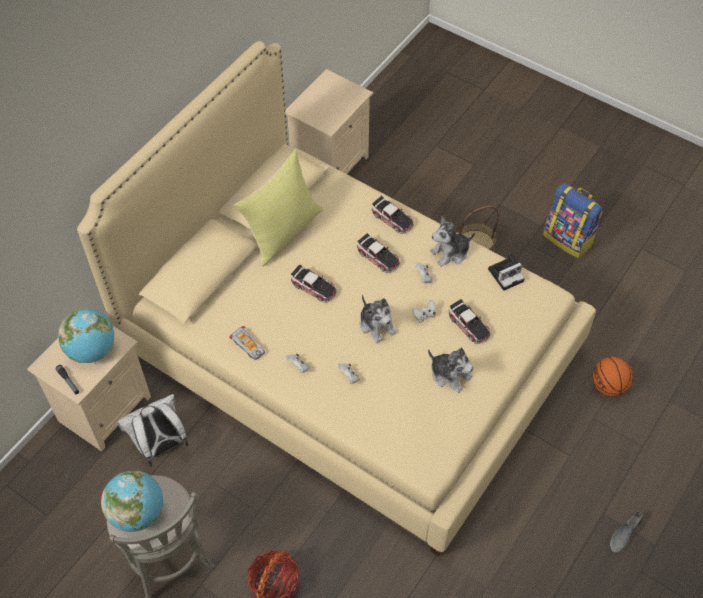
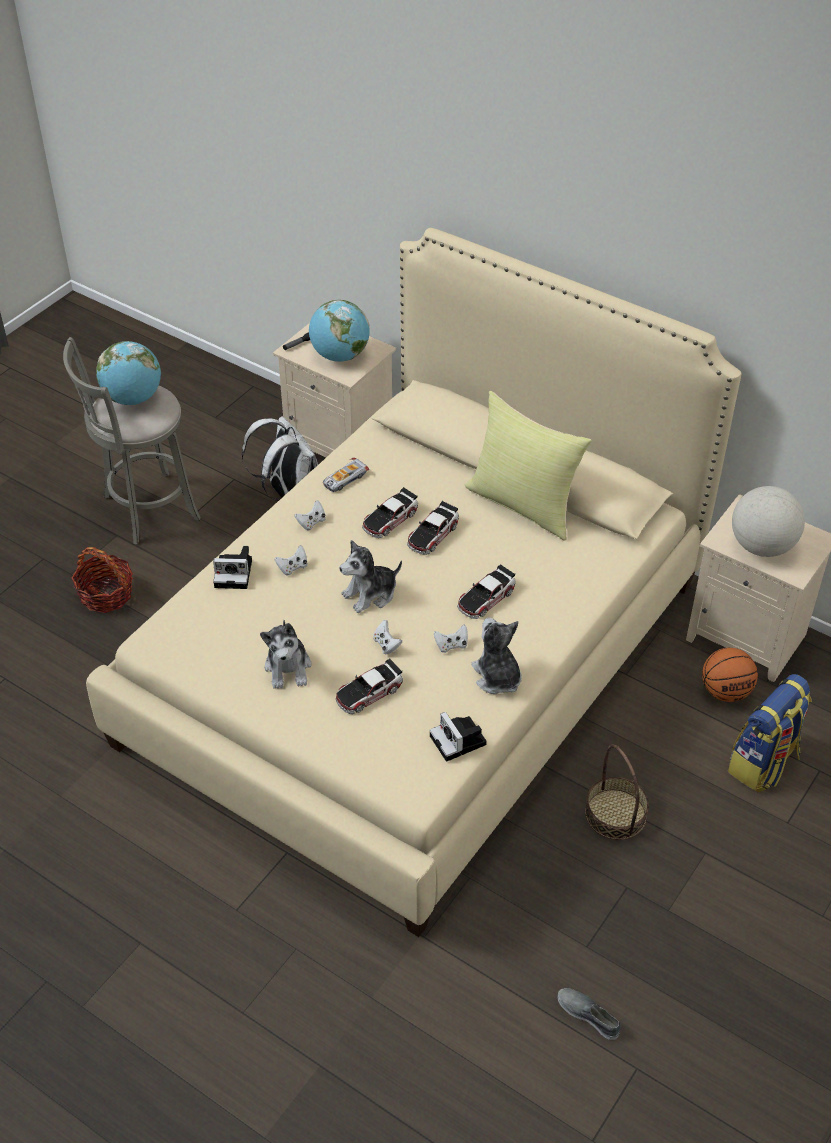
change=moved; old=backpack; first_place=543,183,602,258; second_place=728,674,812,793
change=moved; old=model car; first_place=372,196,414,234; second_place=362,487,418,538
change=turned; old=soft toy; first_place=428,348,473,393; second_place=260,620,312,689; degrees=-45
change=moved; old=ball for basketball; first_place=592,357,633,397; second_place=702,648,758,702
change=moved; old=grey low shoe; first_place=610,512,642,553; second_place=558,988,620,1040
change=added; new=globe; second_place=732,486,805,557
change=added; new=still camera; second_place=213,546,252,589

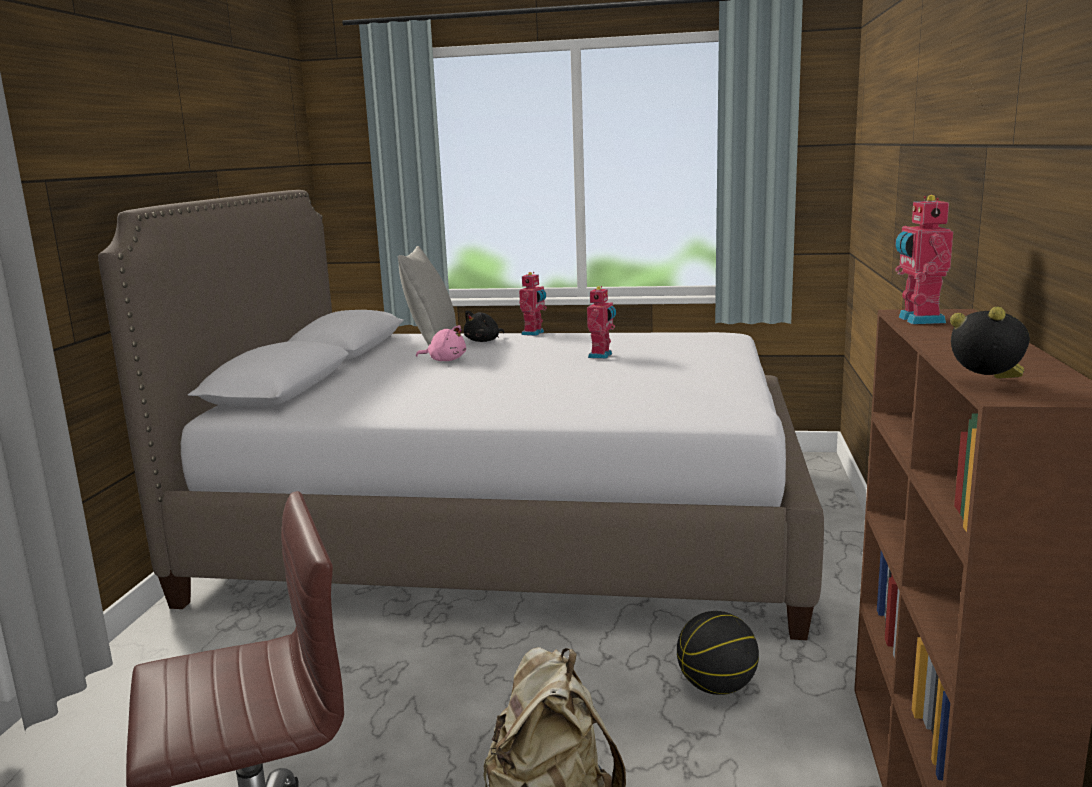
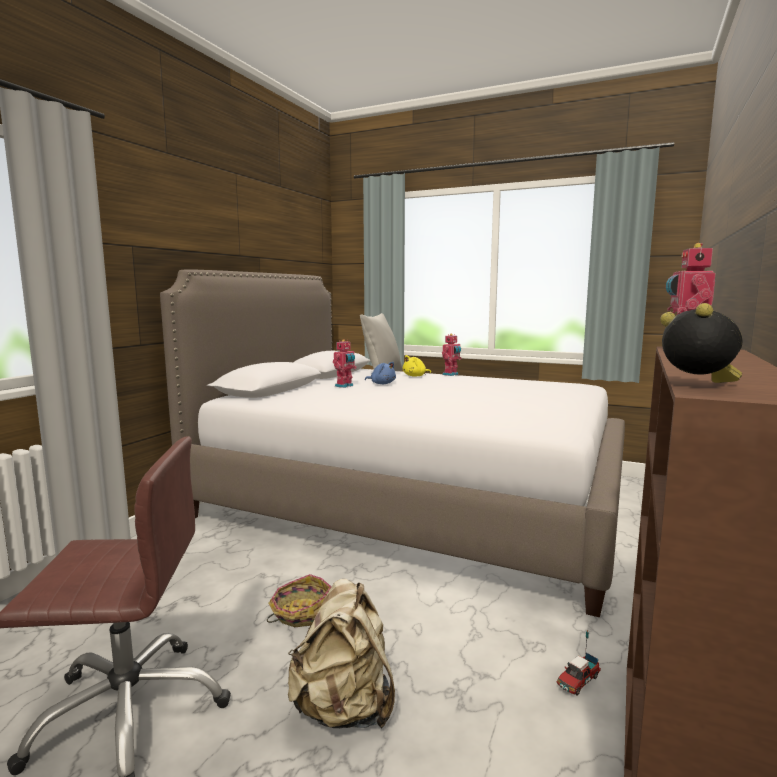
change=moved; old=model robot; first_place=587,286,616,359; second_place=333,339,356,388
change=recoloured; old=black-coloured soft toy; new=yellowish soft toy; first_place=464,310,504,342; second_place=403,355,431,376
change=recoloured; old=pinkish soft toy; new=bluish soft toy; first_place=416,325,466,361; second_place=365,362,396,384
change=removed; old=ball for basketball; first_place=677,611,759,695
change=added; new=household basket; second_place=267,574,331,627
change=added; new=model truck; second_place=557,630,601,695

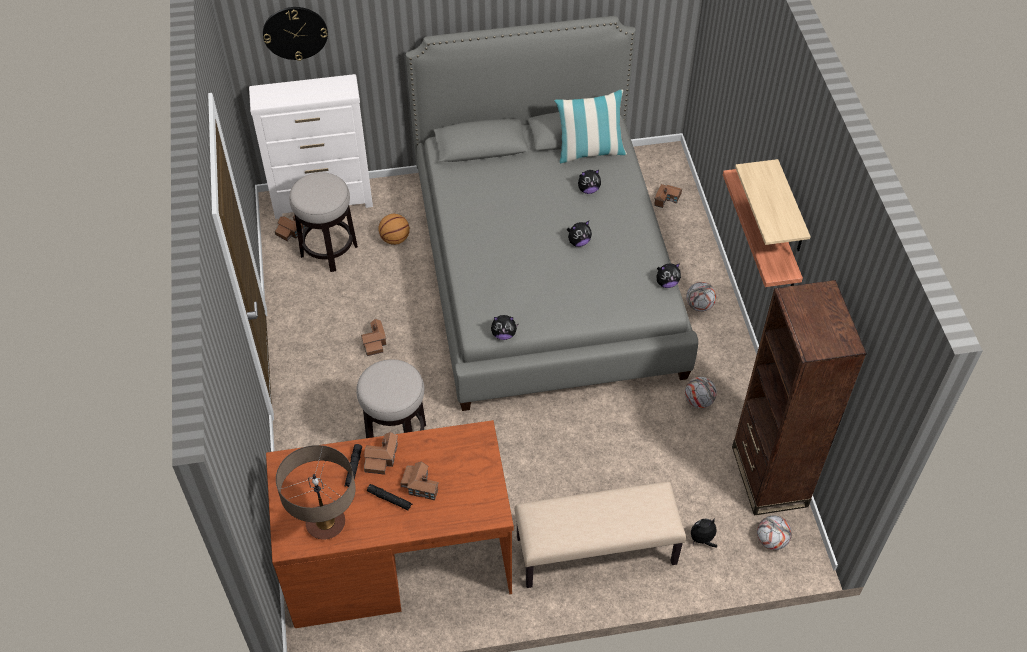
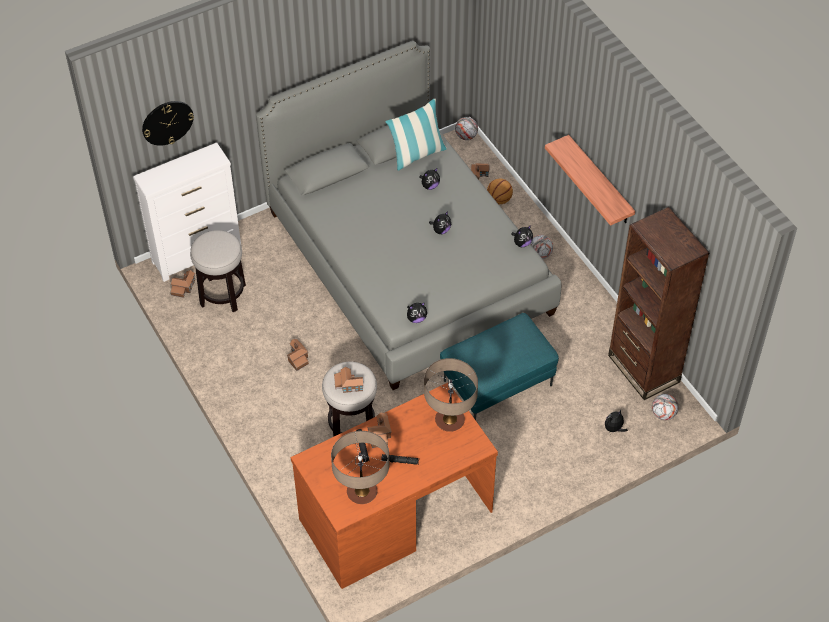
change=removed; old=bracket shelf; first_place=735,159,811,251
change=moved; old=ball for basketball; first_place=378,214,410,245; second_place=487,178,513,204
change=moved; old=football ball; first_place=685,377,717,408; second_place=455,117,478,140
change=moved; old=toy house; first_place=400,462,439,500; second_place=334,367,363,393
change=removed; old=beige-coloured bench; first_place=514,482,686,588
change=added; new=turquoise-coloured ottoman; second_place=440,313,559,420
change=added; new=tabletop lamp; second_place=424,358,478,432

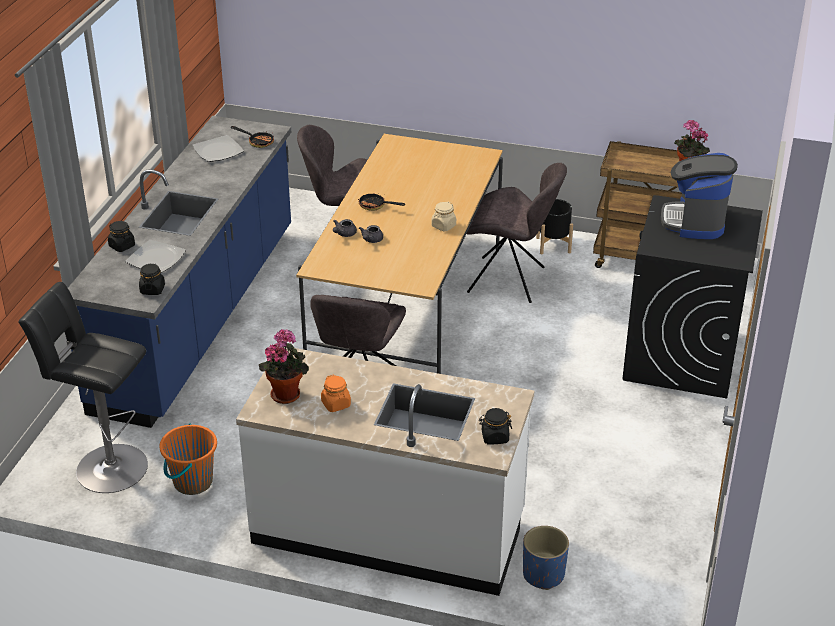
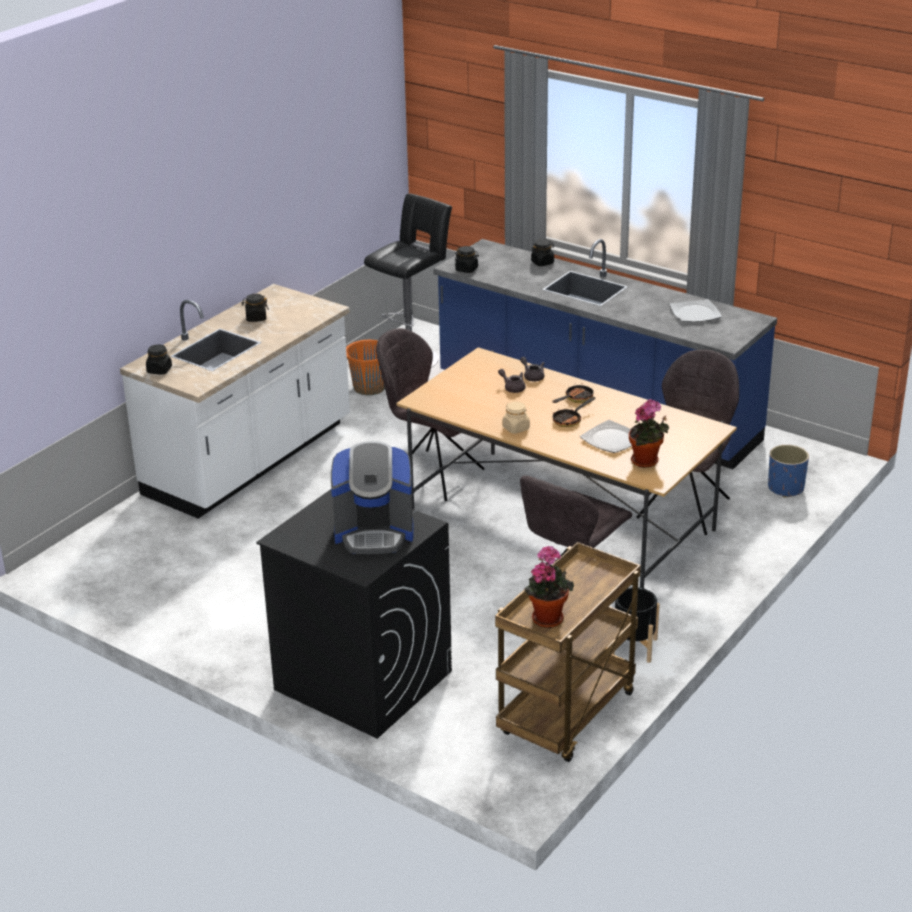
change=moved; old=pan; first_place=231,126,274,148; second_place=553,397,595,427
change=turned; old=coffee machine; first_place=661,153,738,239; second_place=331,441,414,554; degrees=150
change=moved; old=plate; first_place=125,240,186,273; second_place=580,420,632,453
change=moved; old=plant in a pot; first_place=259,329,309,404; second_place=629,399,669,468
change=recoloured; old=orangey storage jar; new=black-coloured storage jar; first_place=321,375,351,412; second_place=242,294,269,322
change=moved; old=bluish planter; first_place=523,526,569,590; second_place=768,445,809,498

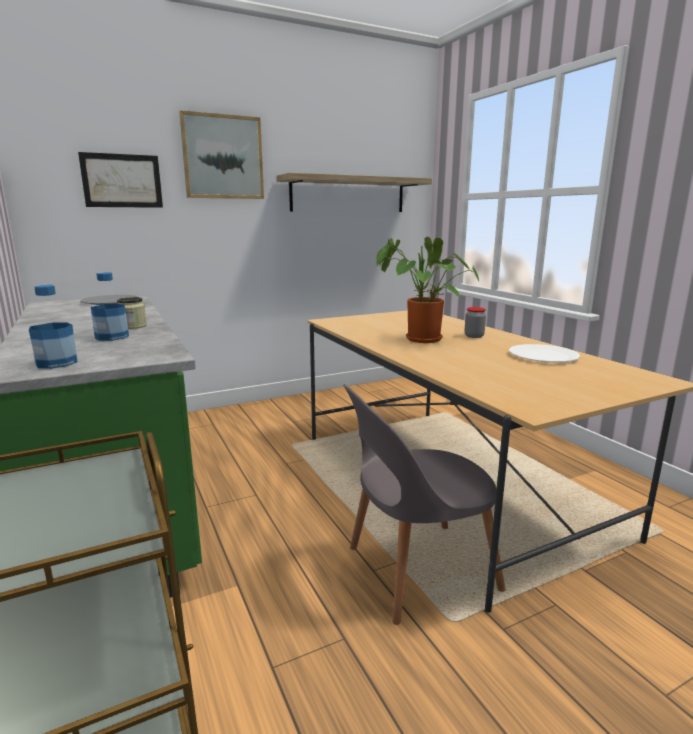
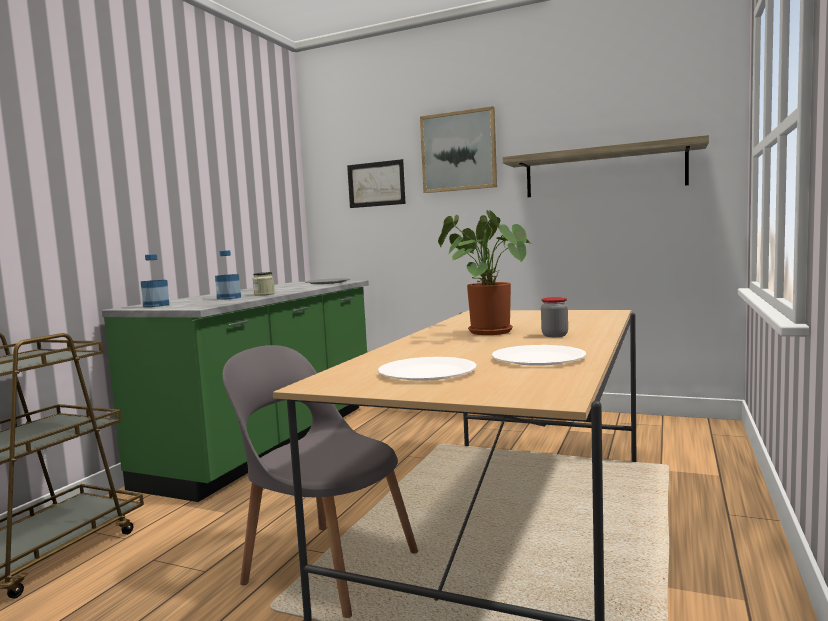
change=added; new=white-coloured plate; second_place=378,357,477,381

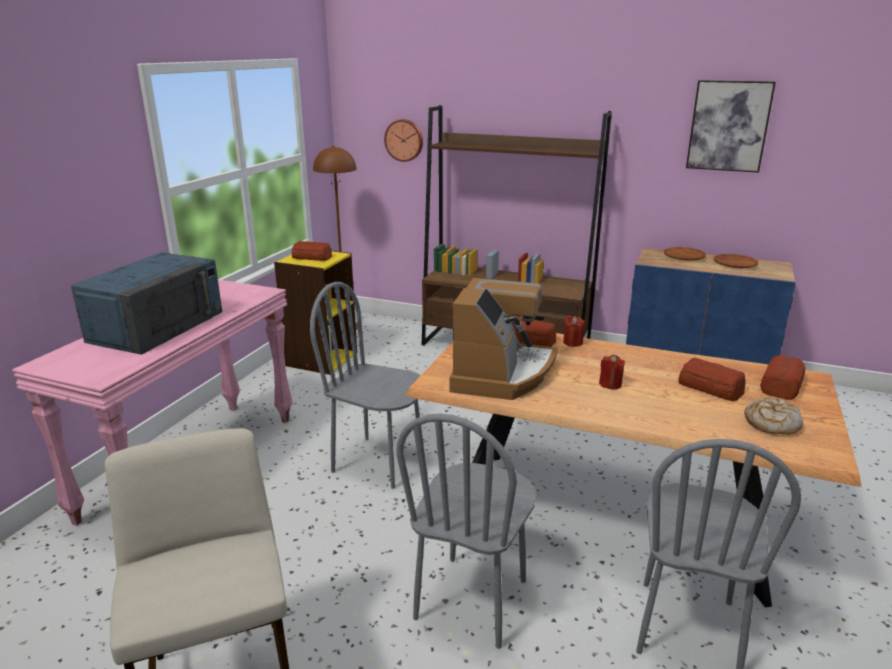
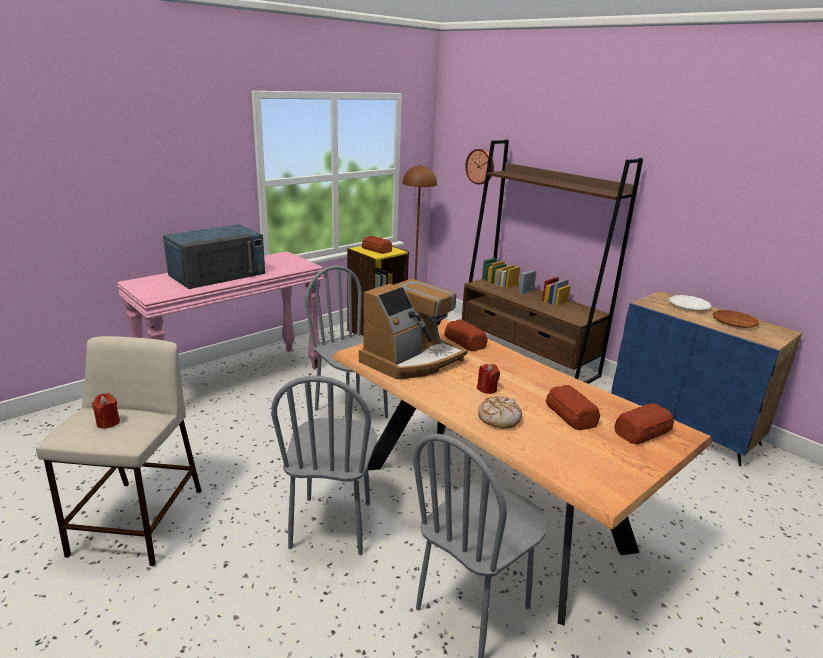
change=removed; old=picture; first_place=686,80,776,173
change=recoloured; old=brownish plate; new=white-coloured plate; first_place=664,247,706,261; second_place=669,295,712,311
change=moved; old=red wax candle; first_place=563,315,585,347; second_place=92,393,120,429
change=moved; old=baked bread; first_place=744,398,803,434; second_place=478,396,522,428
change=turned; old=grey chair; first_place=396,413,537,649; second_place=271,376,377,555; degrees=-45

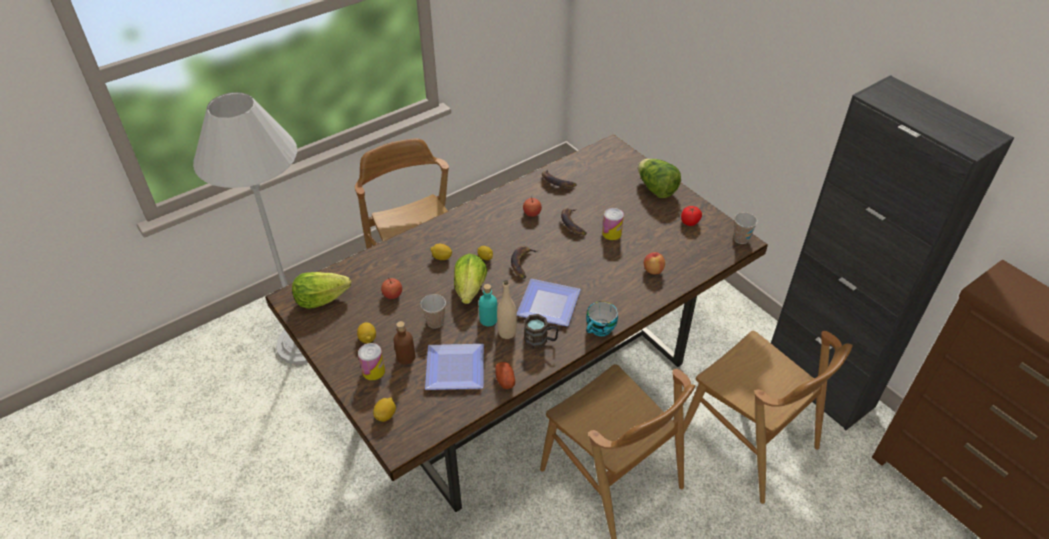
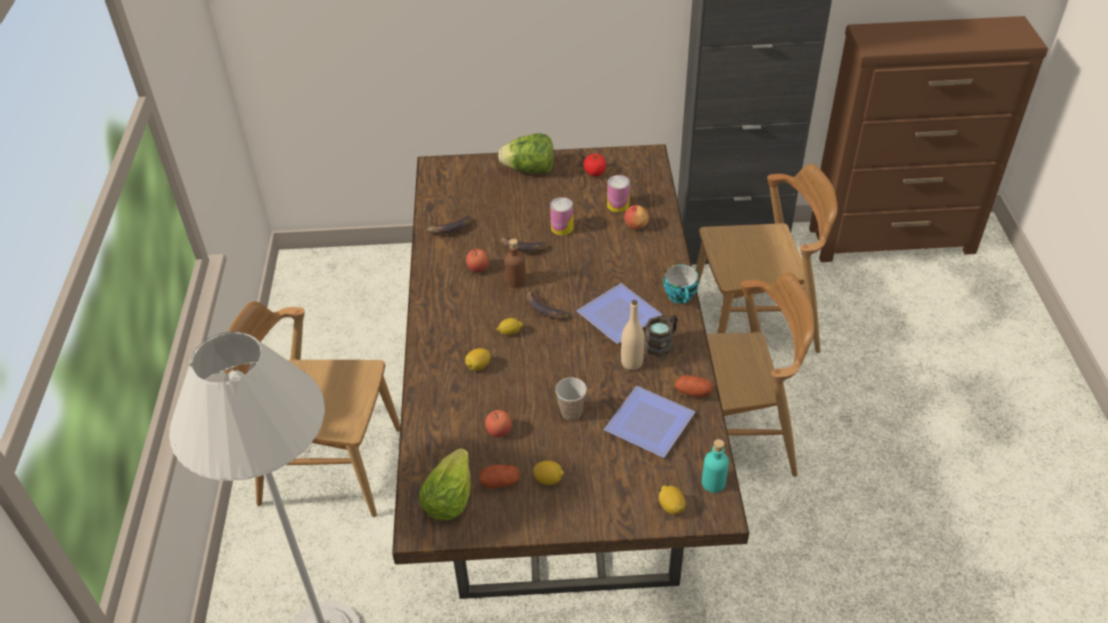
change=removed; old=drinking cup; first_place=733,212,758,244
change=removed; old=head of lettuce; first_place=454,254,487,304
change=moved; old=turquoise-coloured drink bottle; first_place=479,284,497,326; second_place=702,439,729,493
change=moved; old=brownish drink bottle; first_place=393,321,415,364; second_place=505,239,526,288
change=moved; old=sealed can; first_place=358,343,385,381; second_place=607,175,630,213
change=added; new=whole potato; second_place=479,465,520,489

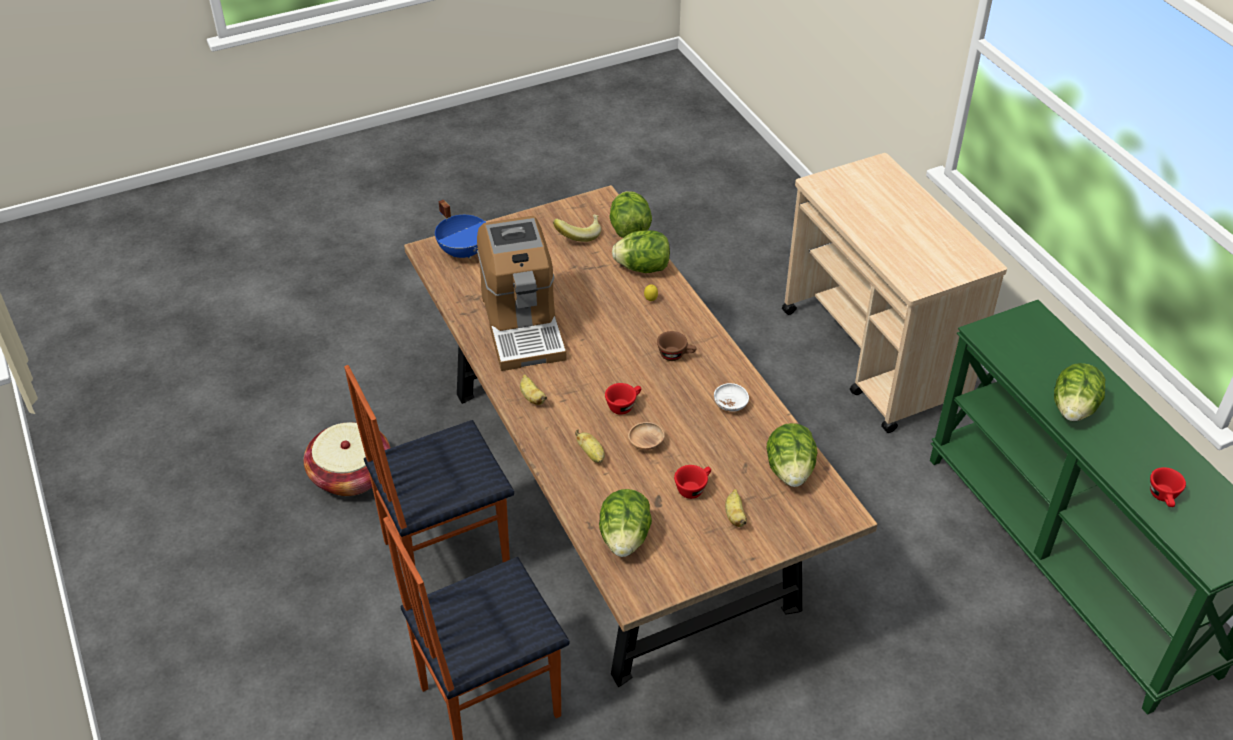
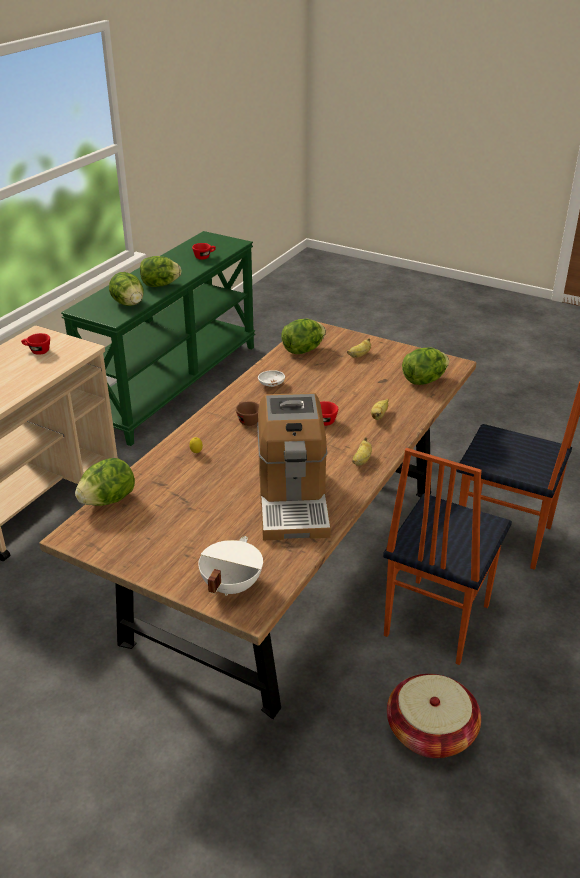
change=recoloured; old=bluish stockpot; new=white-coloured stockpot; first_place=435,200,487,259; second_place=198,536,263,596
change=removed; old=banana; first_place=553,215,601,242
change=turned; old=coffee machine; first_place=477,216,567,371; second_place=257,393,331,540; degrees=135
change=moved; old=head of lettuce; first_place=612,230,670,273; second_place=109,272,144,306
change=turned; old=chair; first_place=344,365,514,591; second_place=383,448,512,665; degrees=90
change=removed; old=brownish bowl; first_place=628,422,665,450
change=moved; old=red drinking cup; first_place=674,465,711,499; second_place=21,333,50,355

